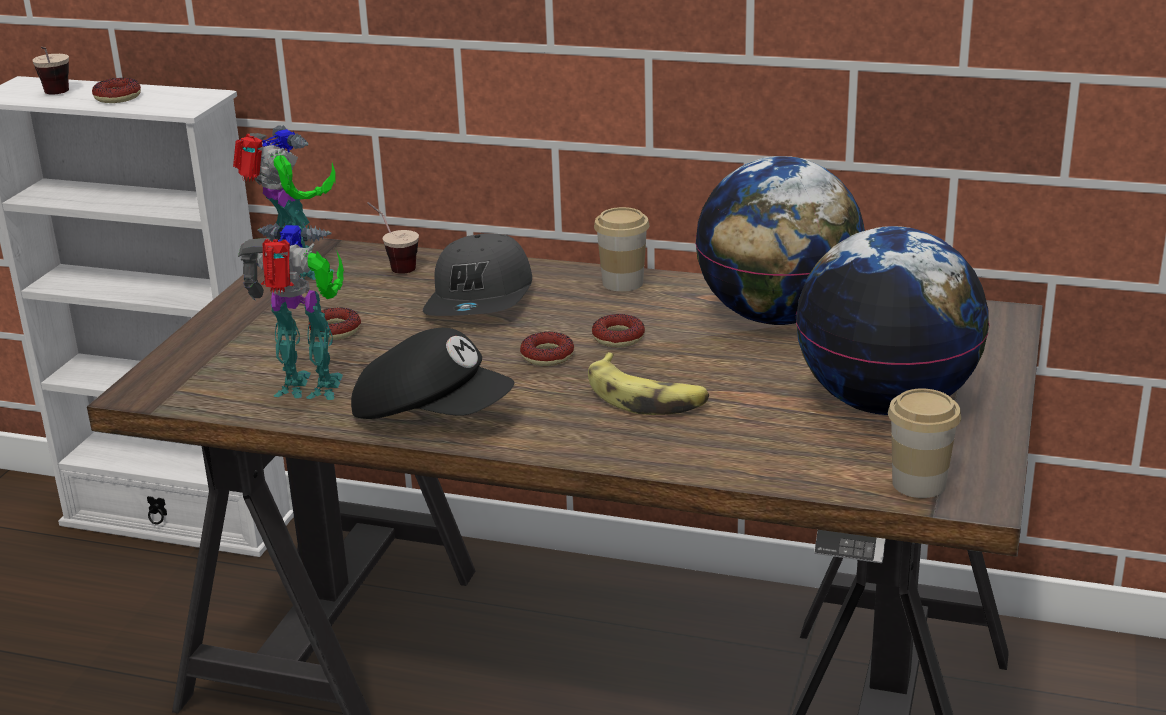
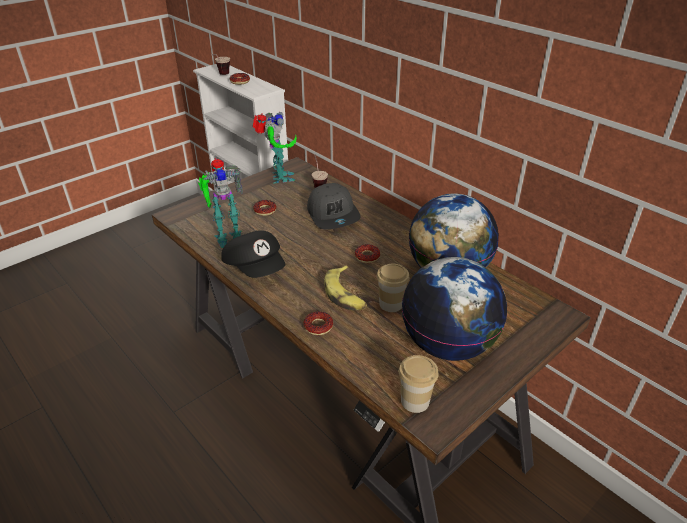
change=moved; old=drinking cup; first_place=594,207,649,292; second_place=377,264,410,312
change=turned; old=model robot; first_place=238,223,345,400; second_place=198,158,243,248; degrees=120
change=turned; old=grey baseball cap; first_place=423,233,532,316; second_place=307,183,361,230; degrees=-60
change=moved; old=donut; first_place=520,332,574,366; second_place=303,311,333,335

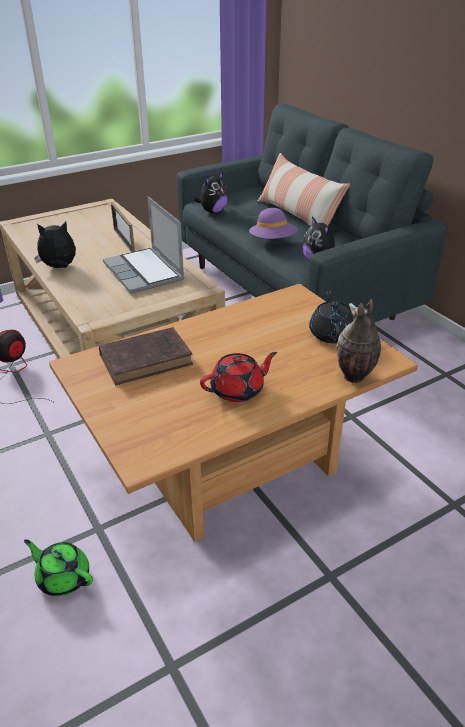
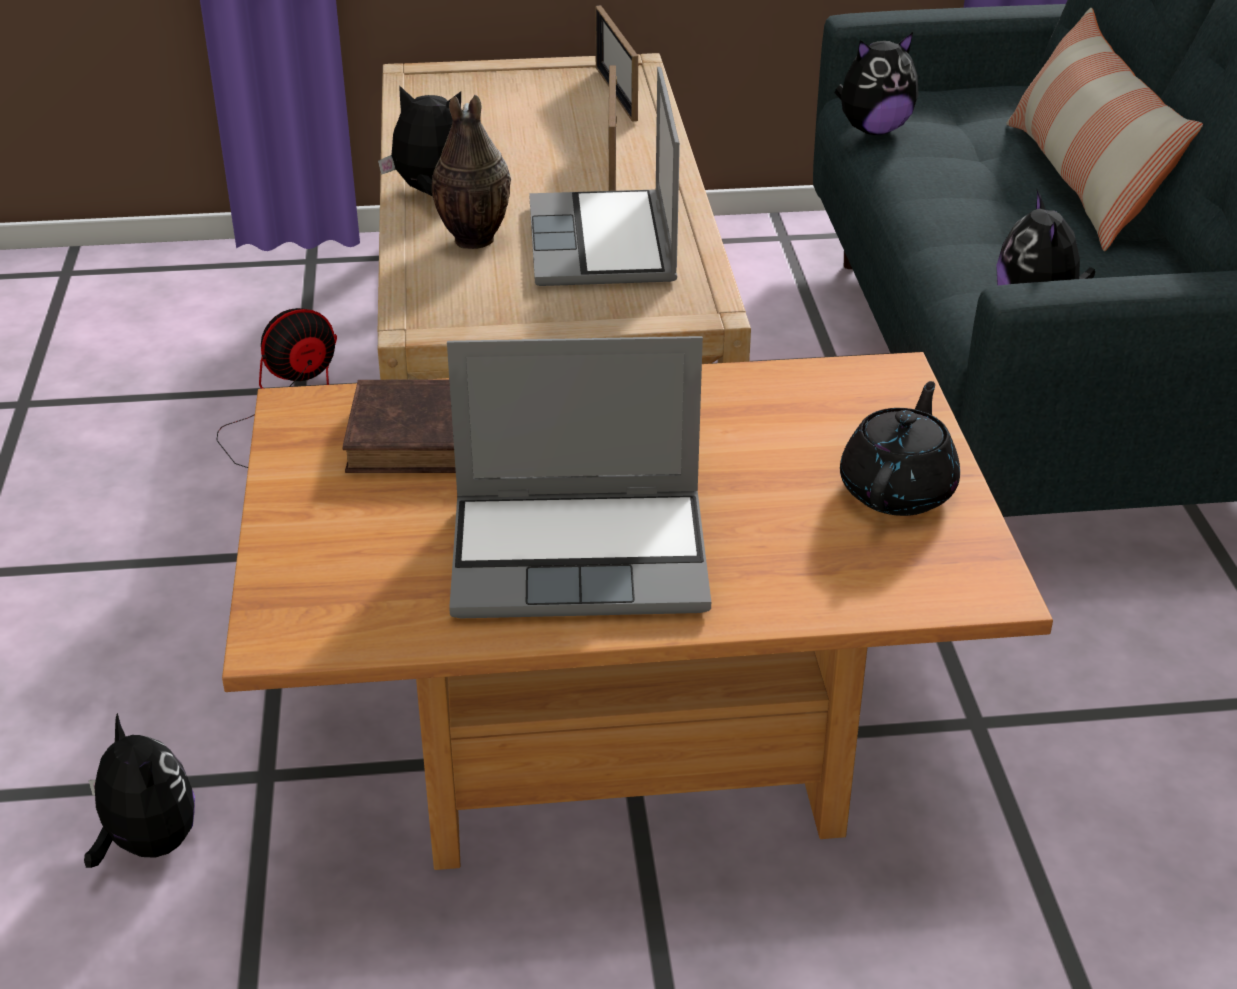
change=removed; old=purple-coloured clothing hat; first_place=249,208,298,239
change=moved; old=flower vase; first_place=336,299,381,383; second_place=432,94,511,249
change=replaced; old=red pot for tea; new=laptop; first_place=200,352,277,402; second_place=447,336,711,618
change=replaced; old=greenish pot for tea; new=soft toy; first_place=24,539,93,596; second_place=84,713,195,868
change=added; new=standing frame; second_place=595,5,638,122

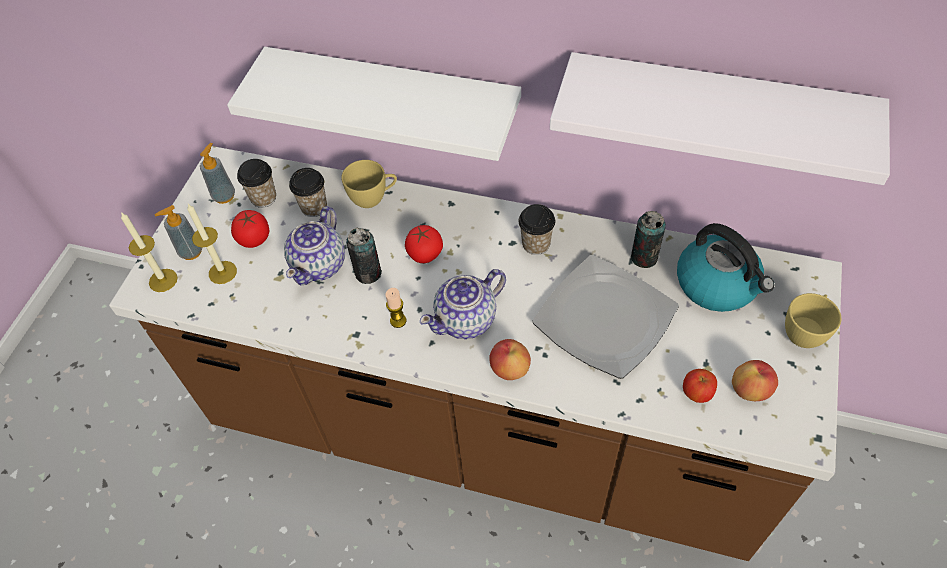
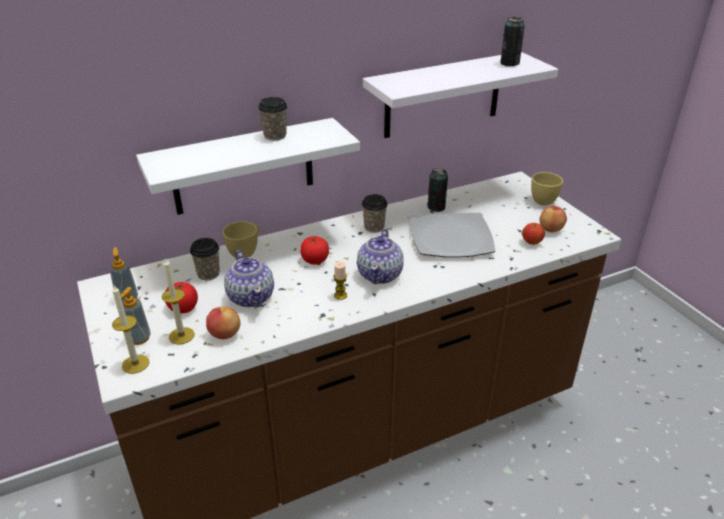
change=moved; old=drinking cup; first_place=237,159,276,208; second_place=258,97,288,141
change=removed; old=tea kettle; first_place=677,223,774,312
change=moved; old=sealed can; first_place=346,228,382,284; second_place=500,17,525,66
change=moved; old=apple fruit; first_place=489,339,531,380; second_place=206,306,240,339

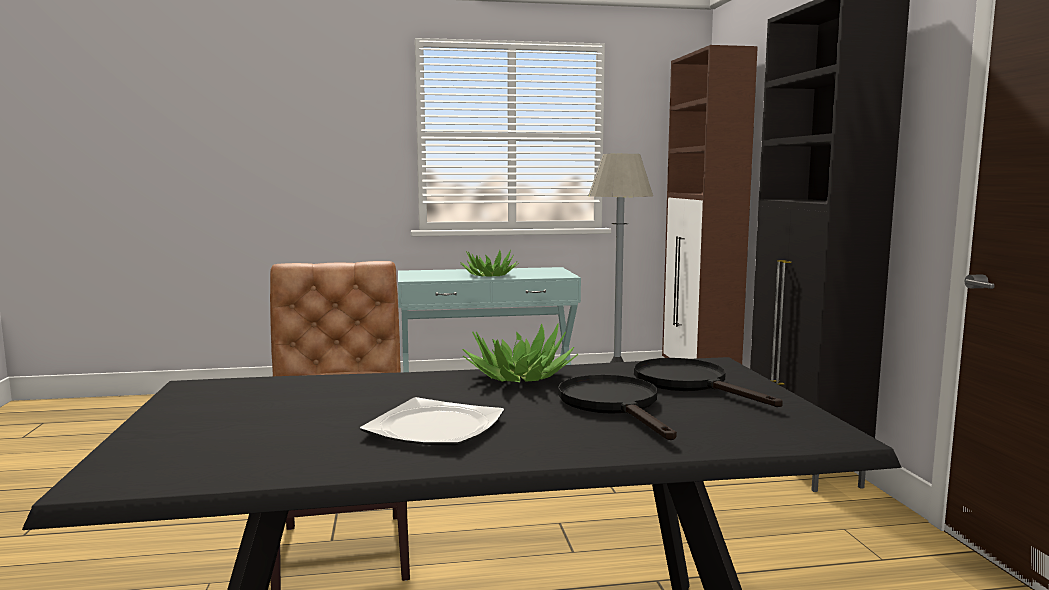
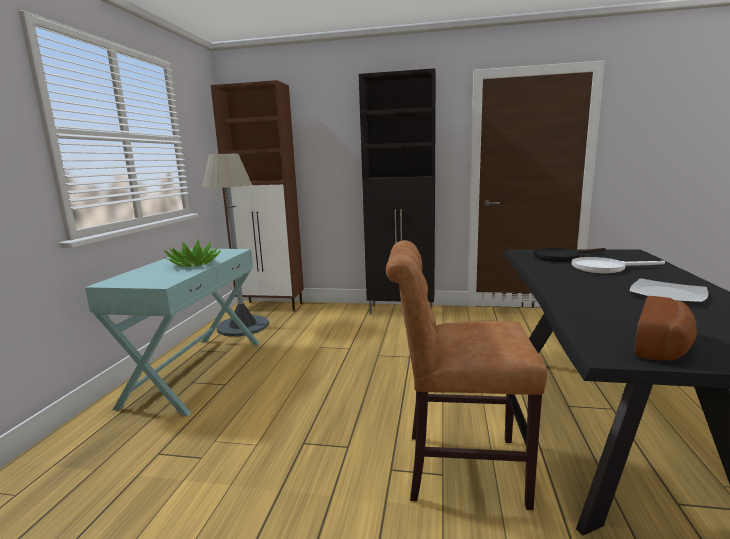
change=removed; old=plant in a pot; first_place=462,324,578,382
change=recoloured; old=black-coloured pan; new=white-coloured pan; first_place=558,375,677,440; second_place=572,257,665,273
change=added; new=baked bread; second_place=634,296,697,361

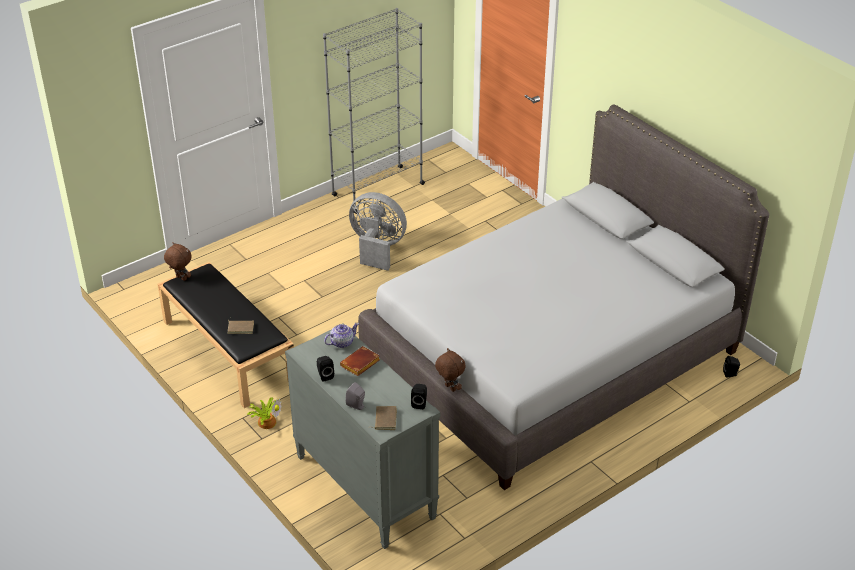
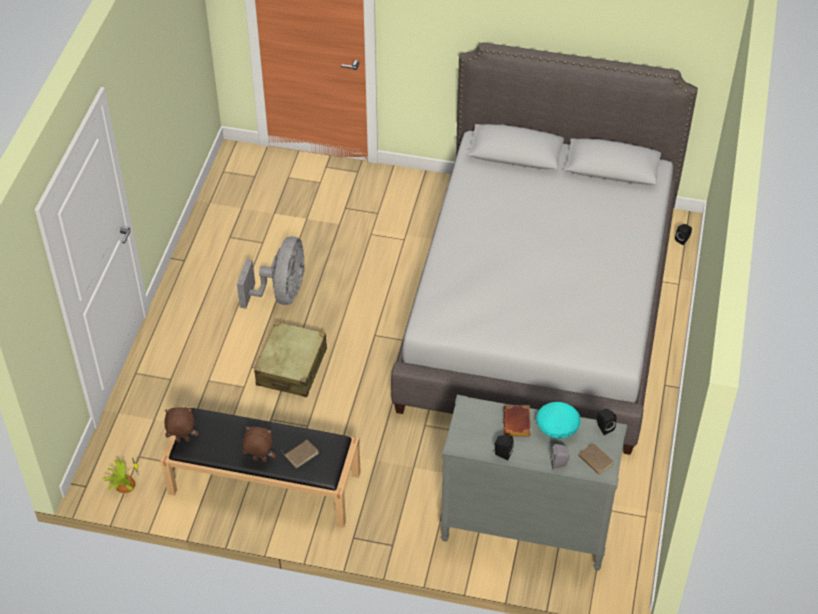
change=removed; old=grey shelving unit; first_place=323,8,425,214
change=turned; old=grey fan; first_place=349,192,407,271; second_place=237,236,305,309; degrees=120
change=removed; old=pot for tea; first_place=324,323,359,348
change=moved; old=brownish soft toy; first_place=435,348,466,392; second_place=242,426,276,462
change=moved; old=plant in a pot; first_place=246,397,282,429; second_place=103,457,139,493
change=added; new=beige-coloured piece of luggage; second_place=254,321,327,397
change=added; new=turquoise-coloured bowl; second_place=536,402,581,439

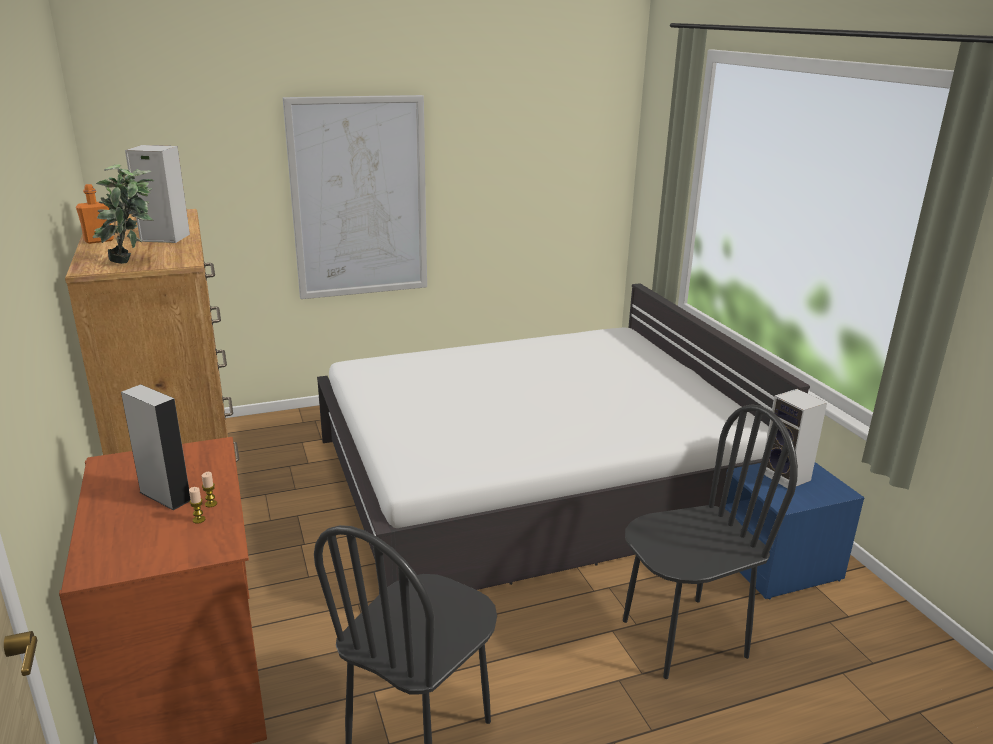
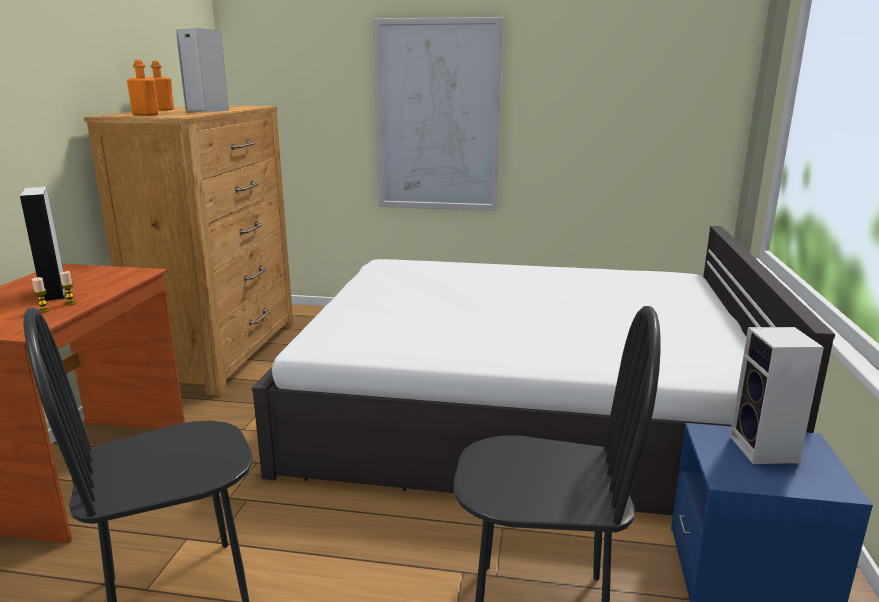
change=replaced; old=plant in a pot; new=orangey drink bottle; first_place=93,164,154,264; second_place=127,60,159,116

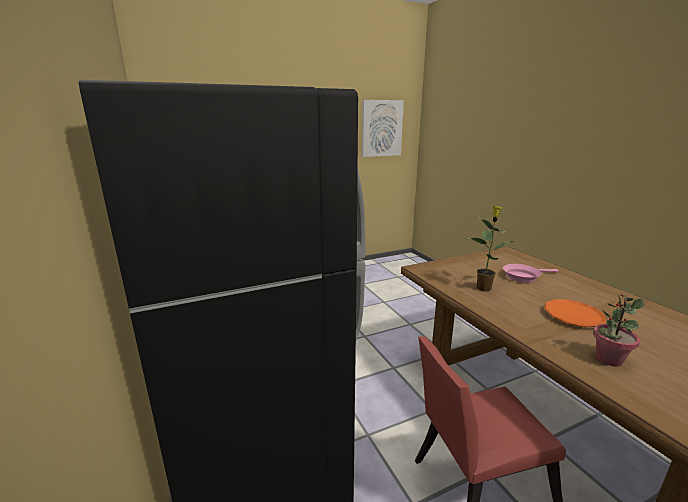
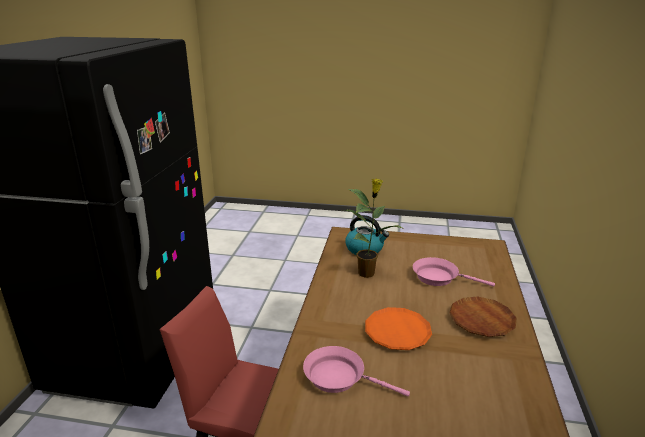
change=removed; old=picture; first_place=362,100,404,157
change=replaced; old=plant in a pot; new=pinkish pan; first_place=593,294,644,367; second_place=303,346,410,397
change=added; new=tea kettle; second_place=345,215,389,255
change=added; new=brownish plate; second_place=449,297,517,337

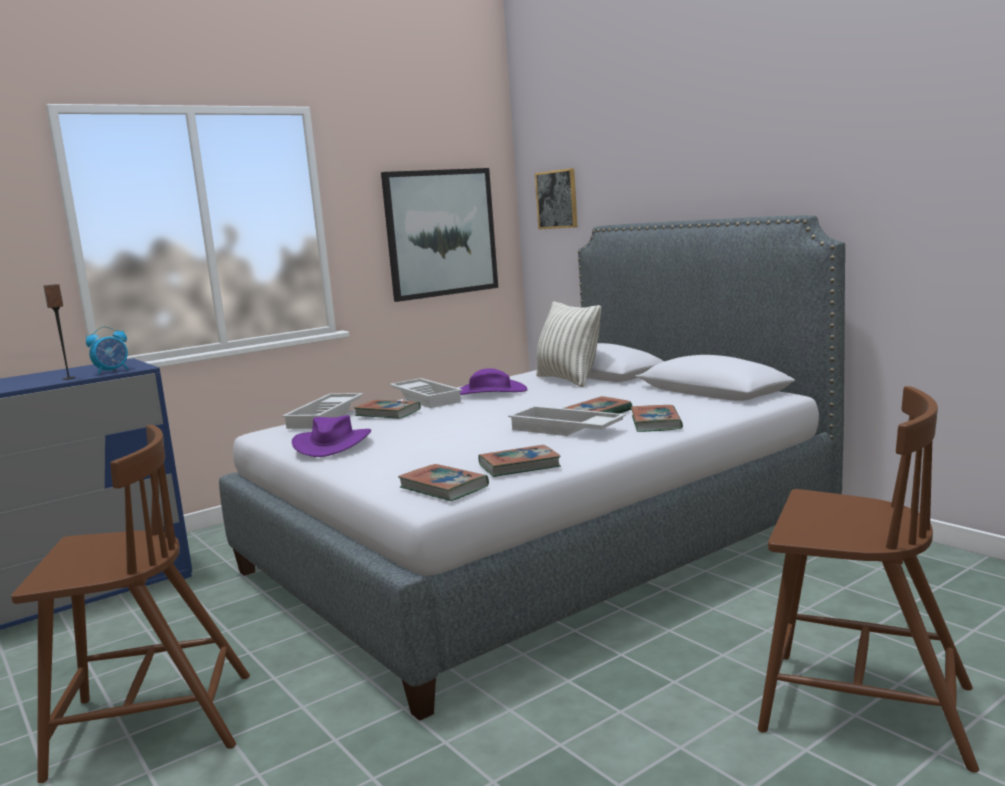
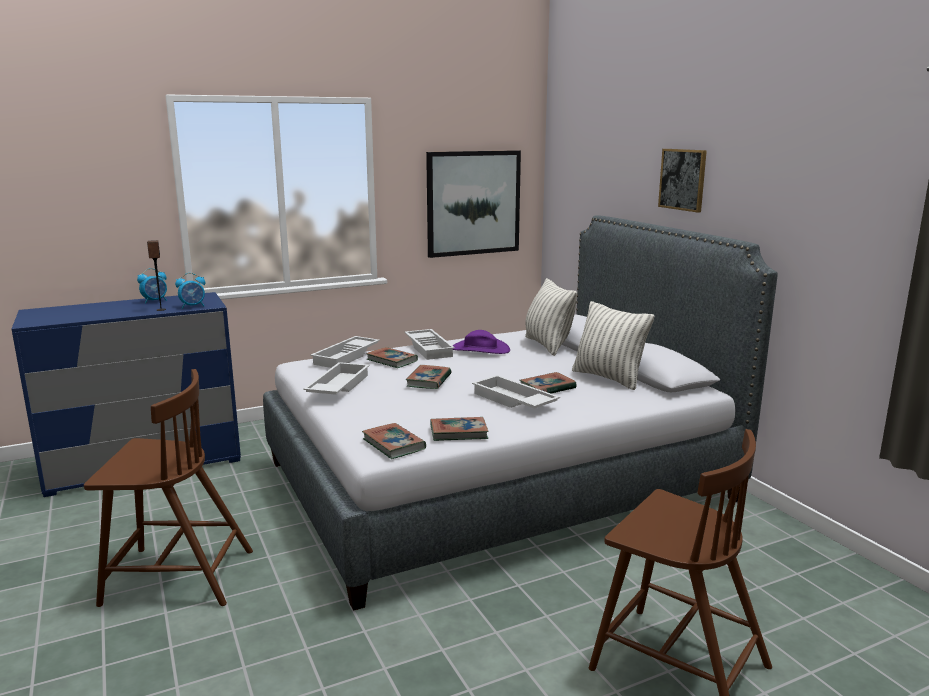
change=moved; old=picture; first_place=535,168,578,229; second_place=658,149,707,213
change=moved; old=book; first_place=631,405,683,432; second_place=406,365,451,389
change=replaced; old=purple-coloured clothing hat; new=white-coloured carrying tray; first_place=292,415,371,457; second_place=303,362,370,395
change=added; new=alarm clock; second_place=137,268,167,304
change=added; new=cushion; second_place=572,301,655,390

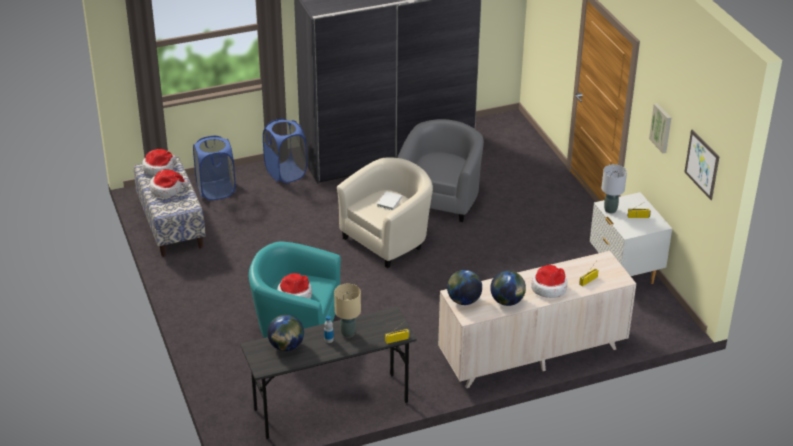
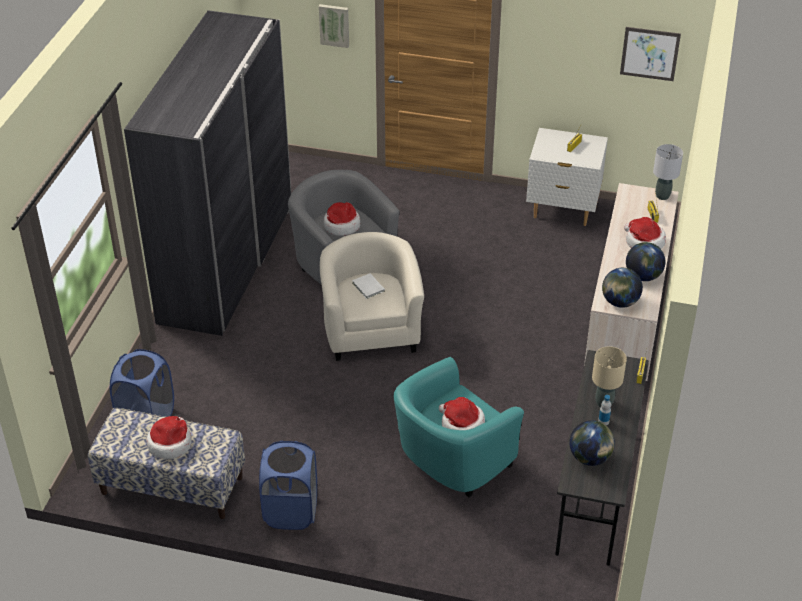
change=moved; old=picture; first_place=649,103,671,153; second_place=319,4,349,48
change=moved; old=bluish hamper; first_place=263,118,307,183; second_place=259,441,317,530
change=moved; old=clothing hat; first_place=142,149,176,176; second_place=324,202,360,236
change=moved; old=grey tabletop lamp; first_place=602,164,627,214; second_place=653,144,683,200

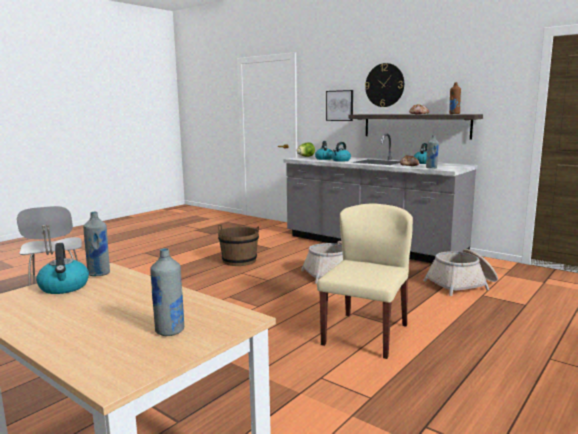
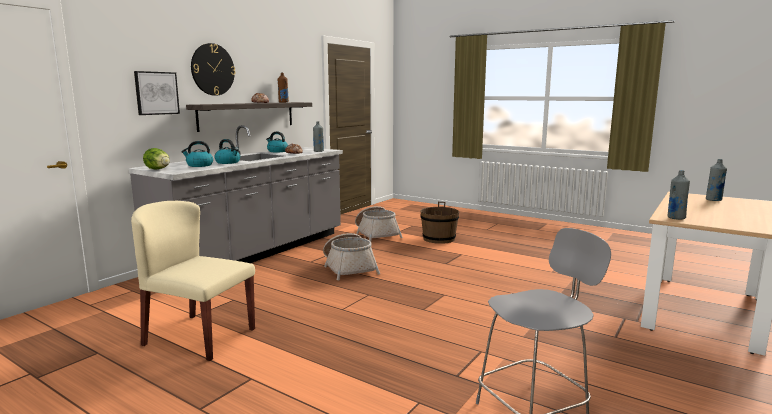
change=moved; old=beige-coloured chair; first_place=317,203,413,359; second_place=131,201,255,361
change=moved; old=brownish bucket; first_place=218,224,259,266; second_place=420,202,459,244
change=removed; old=tea kettle; first_place=36,243,89,294

